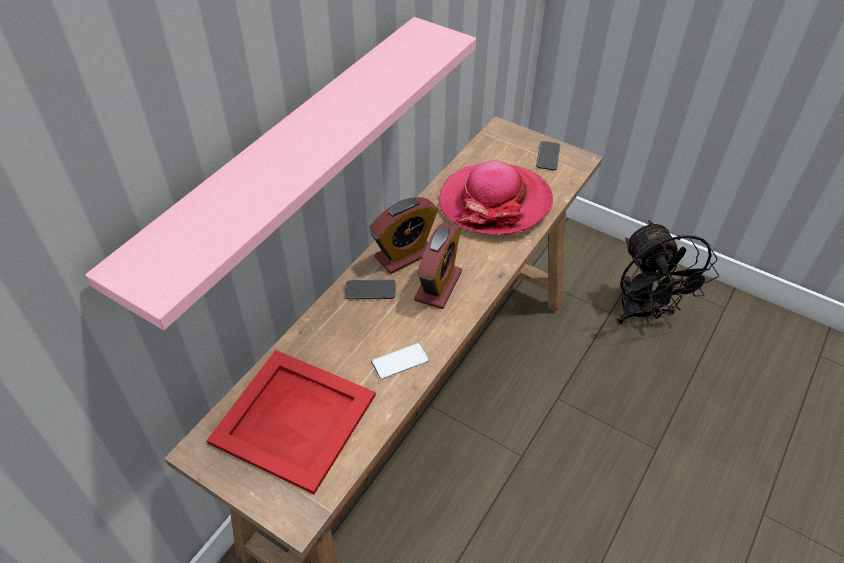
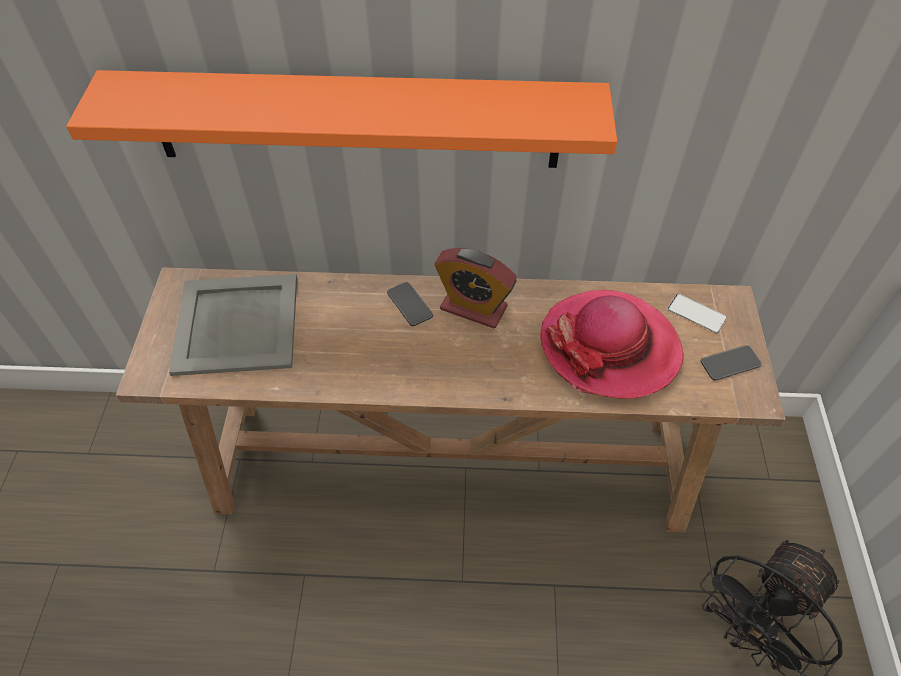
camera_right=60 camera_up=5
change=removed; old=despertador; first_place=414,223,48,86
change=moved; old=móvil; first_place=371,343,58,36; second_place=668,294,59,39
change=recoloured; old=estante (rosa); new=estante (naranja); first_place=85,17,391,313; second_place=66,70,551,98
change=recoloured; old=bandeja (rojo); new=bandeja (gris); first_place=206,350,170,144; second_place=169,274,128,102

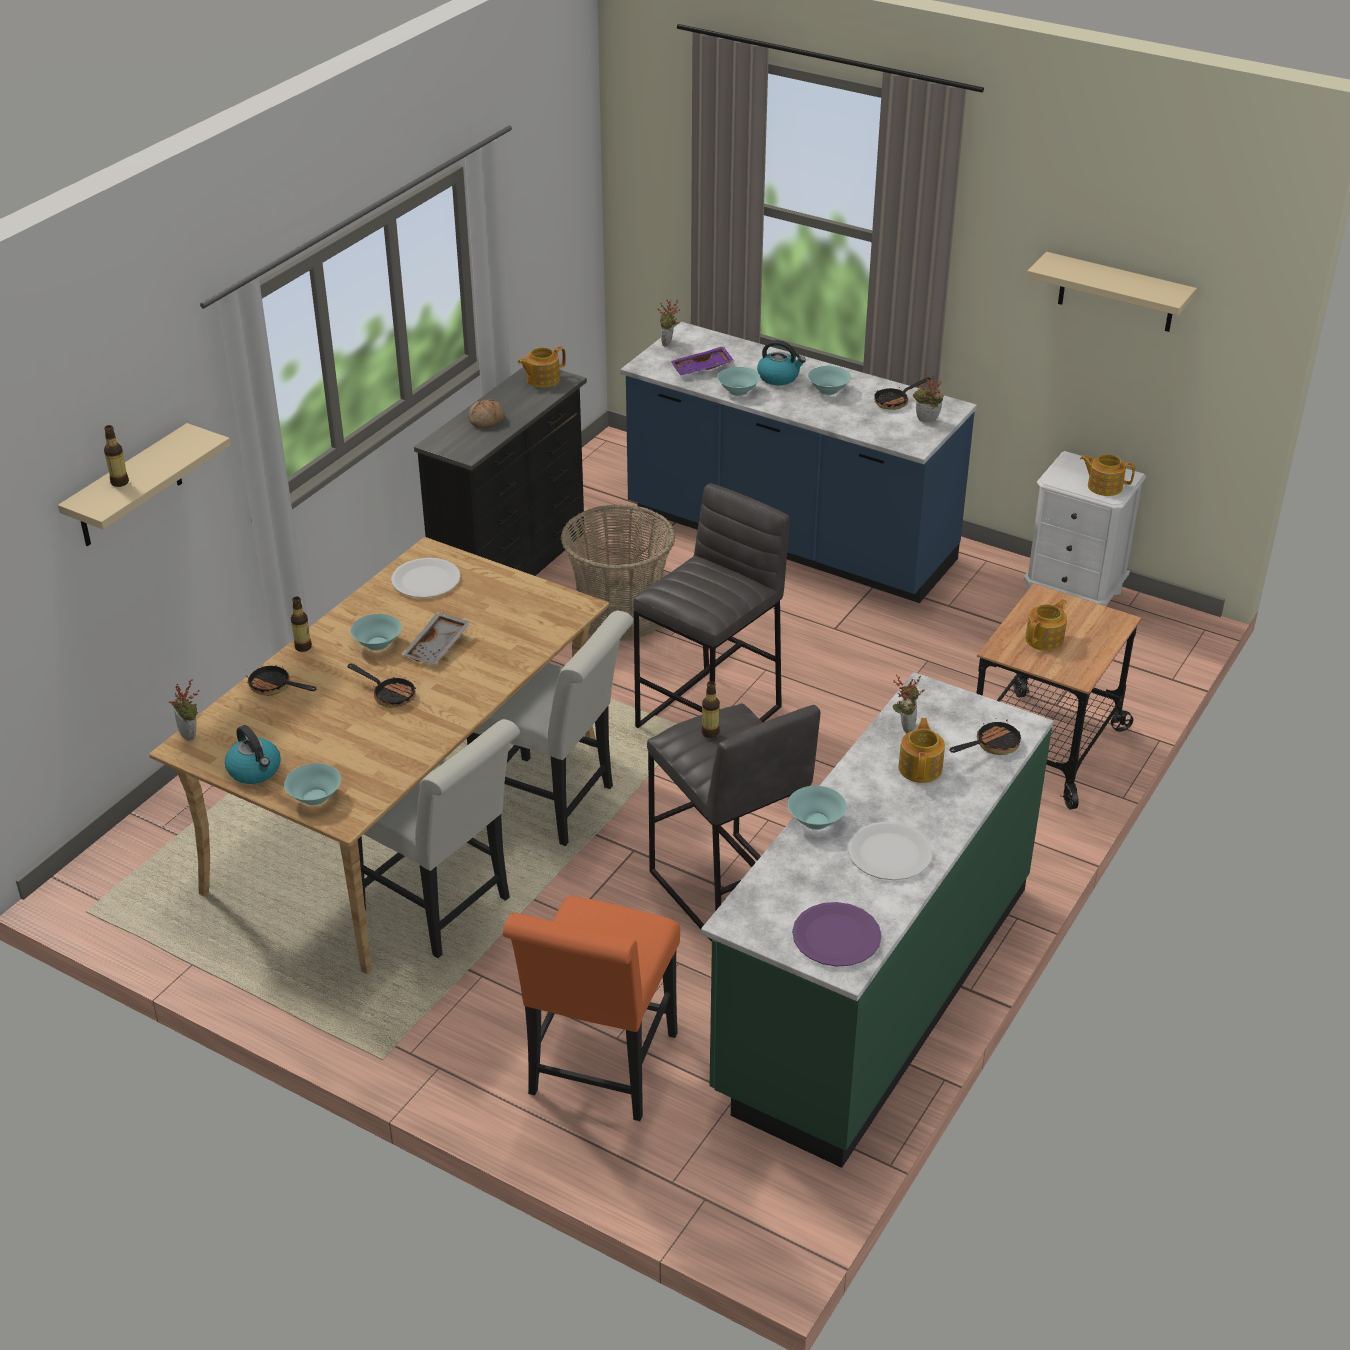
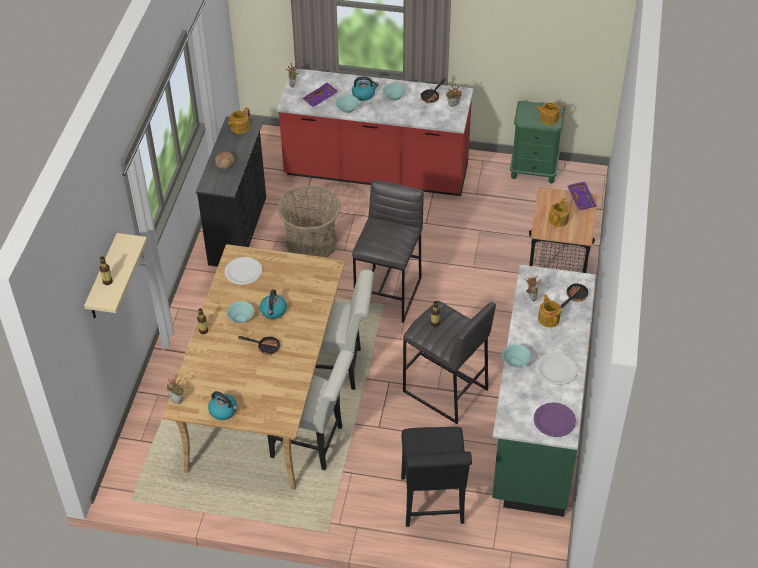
camera_right=-20 camera_up=10
change=removed; old=sartén; first_place=246,665,70,31
change=removed; old=cuenco (turquesa); first_place=284,763,57,43
change=removed; old=estante (beis); first_place=1026,252,171,80
change=added; new=bandeja (morado); second_place=567,182,30,28
change=replaced; old=bandeja (gris); new=hervidor; first_place=402,612,69,53; second_place=260,290,27,29
change=recoloured; old=silla (naranja); new=silla (negro); first_place=503,896,177,225; second_place=401,427,71,100
change=recoloured; old=mueble bajo de cocina (azul); new=mueble bajo de cocina (rojo); first_place=620,322,357,281; second_place=277,68,196,128
change=recoloured; old=mesita de noche (blanco); new=mesita de noche (verde); first_place=1024,451,122,155; second_place=510,101,55,83

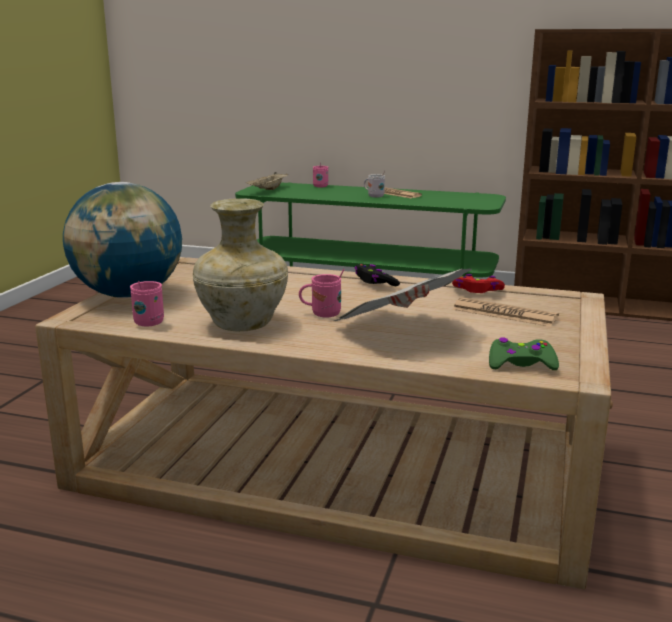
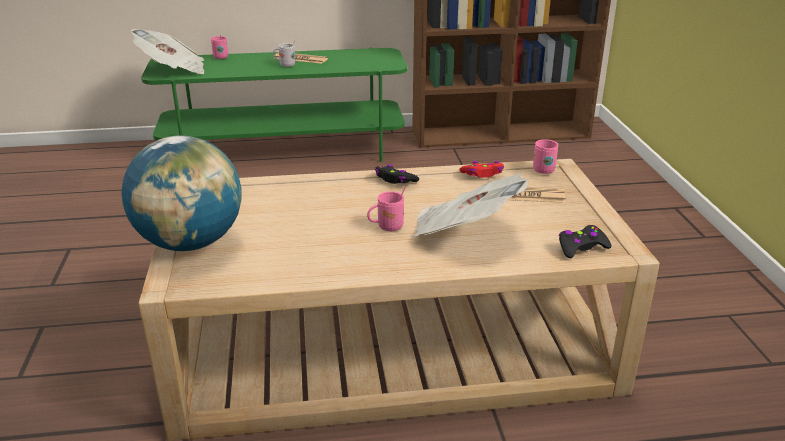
camera_right=-25 camera_up=10
change=removed; old=florero (beis); first_place=193,198,95,134
change=moved; old=taza grande (rosa); first_place=130,281,34,45; second_place=533,139,25,35
change=replaced; old=bandeja (beis); new=periódico; first_place=246,172,42,18; second_place=131,29,74,45
change=recoloured; old=mando de consola (verde); new=mando de consola (negro); first_place=489,337,70,33; second_place=559,225,53,33

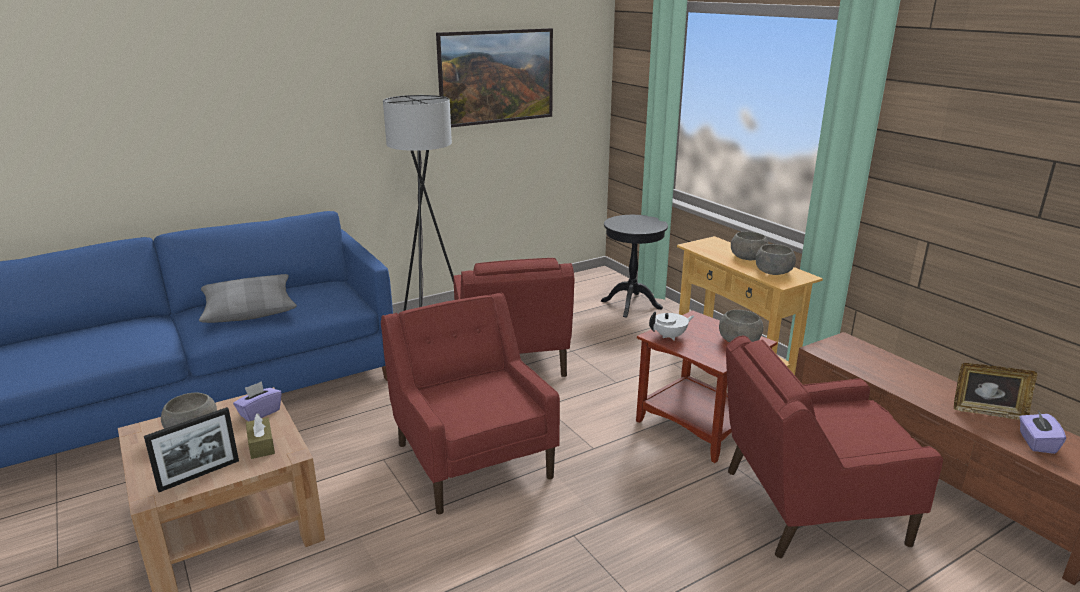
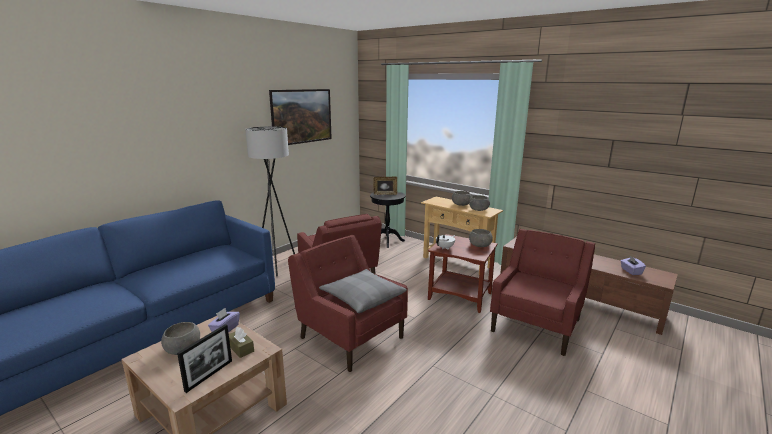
camera_right=-20 camera_up=-5
change=moved; old=cojín (gris); first_place=199,274,98,49; second_place=319,269,88,44
change=moved; old=portarretratos; first_place=954,363,83,57; second_place=373,177,24,18
change=turned; old=sillón (rojo); first_place=726,336,217,222; second_place=490,228,105,128; degrees=150

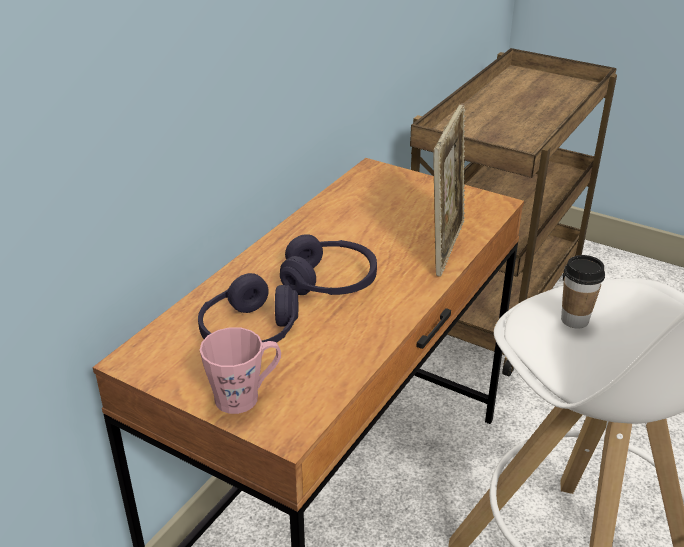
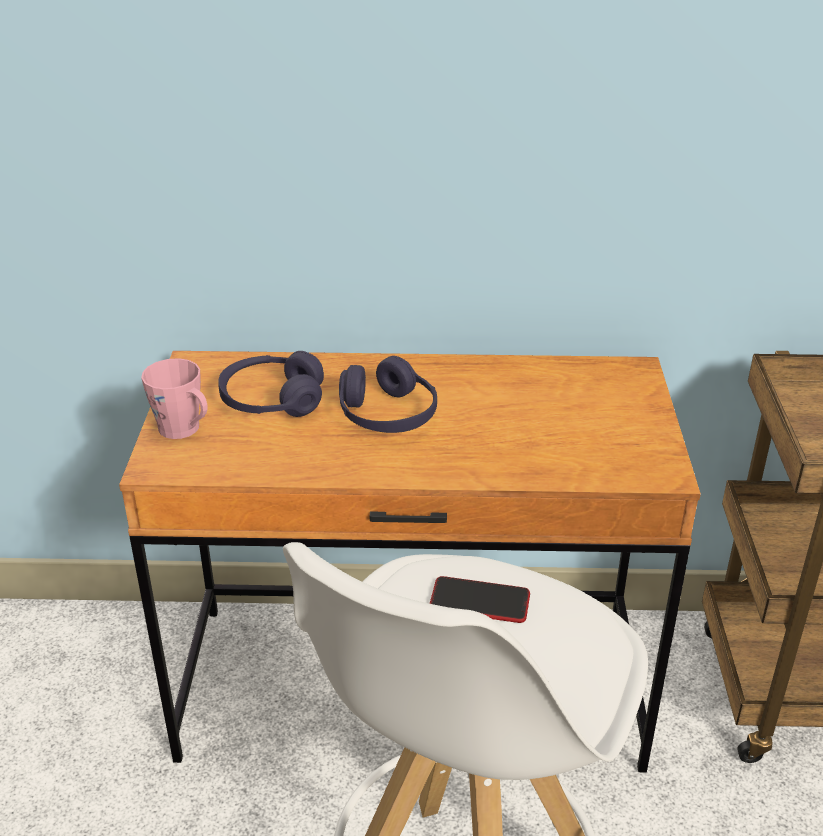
camera_right=60 camera_up=0
change=removed; old=portarretratos; first_place=432,103,33,174
change=replaced; old=taza; new=móvil; first_place=561,255,44,74; second_place=430,576,100,47

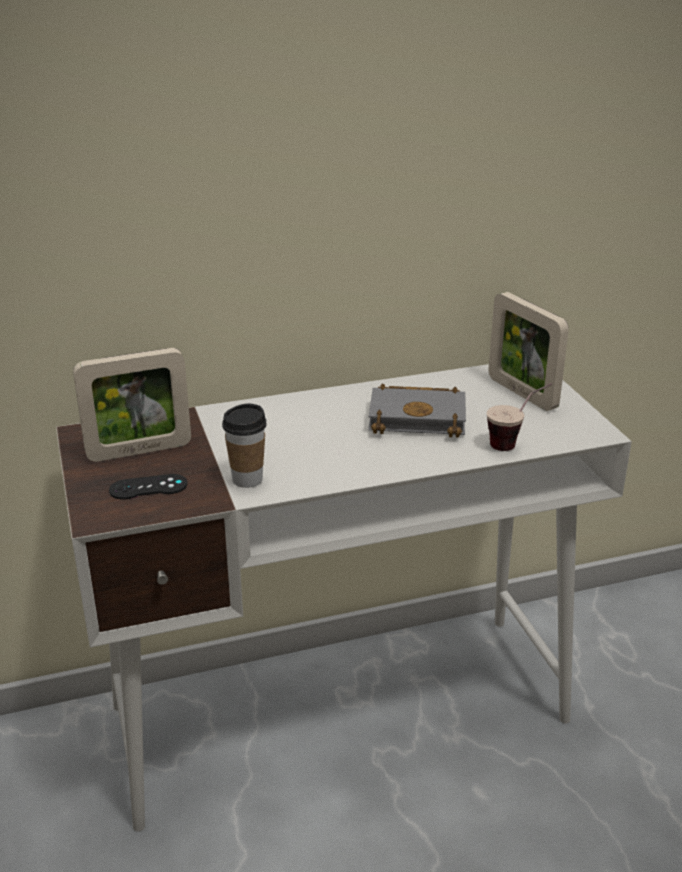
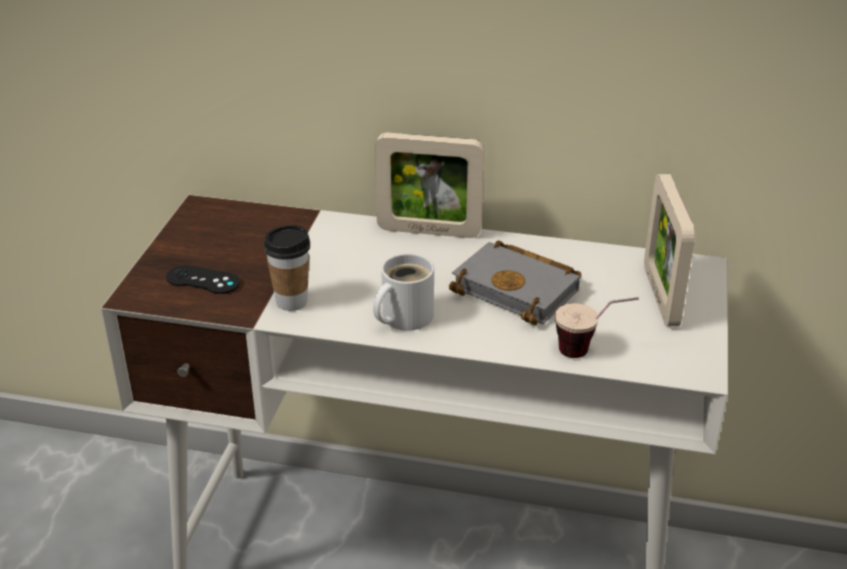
camera_right=30 camera_up=5
change=added; new=taza grande (blanco); second_place=373,254,61,77
change=moved; old=portarretratos; first_place=73,348,118,114; second_place=375,133,109,105

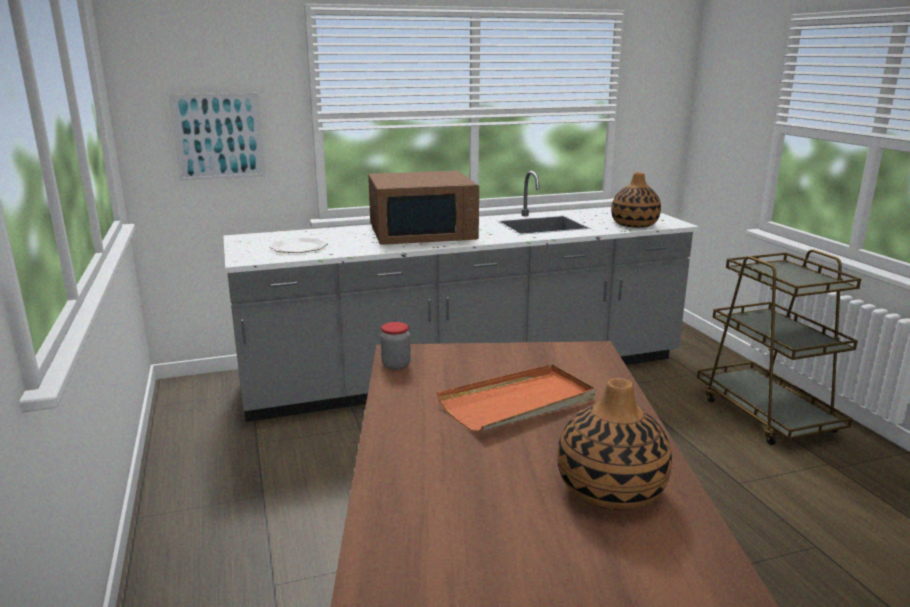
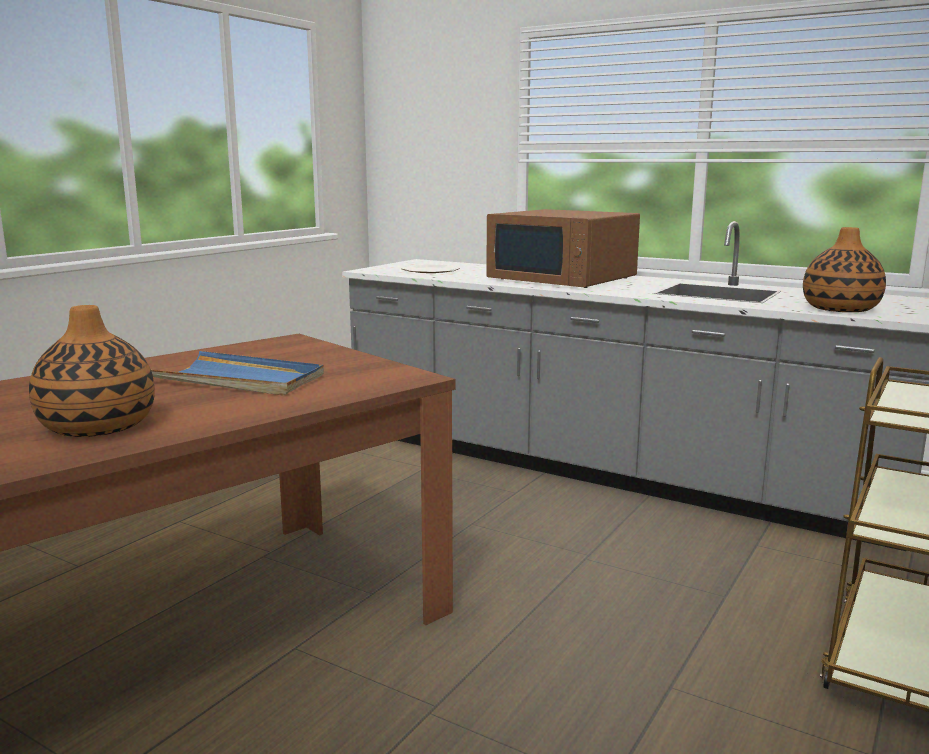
camera_right=50 camera_up=-5
change=removed; old=cuadro; first_place=168,93,98,88
change=removed; old=tarro; first_place=381,322,30,48
change=recoloured; old=bandeja (naranja); new=bandeja (azul); first_place=437,364,159,68; second_place=151,351,173,44

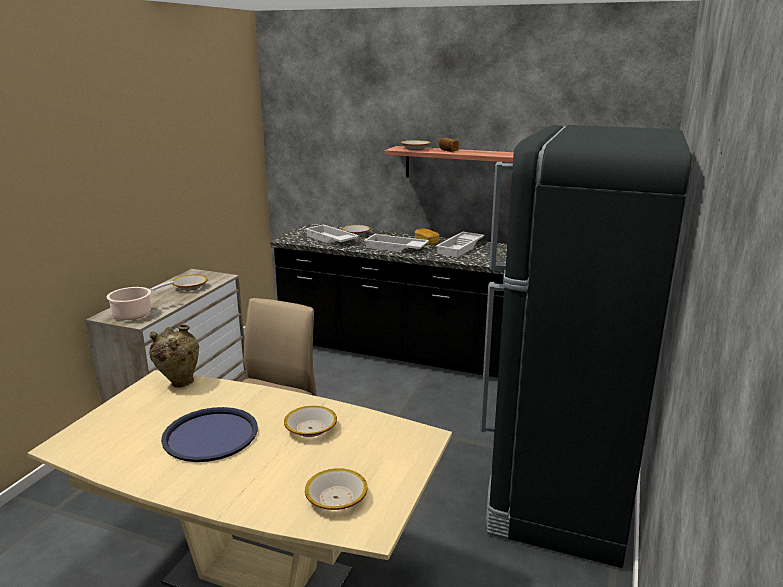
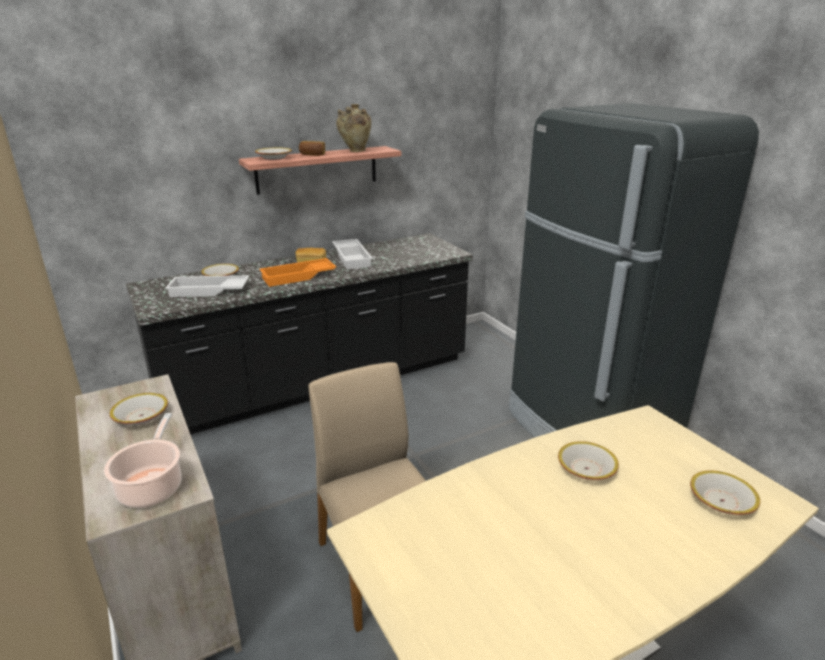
camera_right=-50 camera_up=5
change=removed; old=bandeja (azul); first_place=161,407,97,55
change=moved; old=florero (beis); first_place=149,325,50,63; second_place=336,104,35,48
change=recoloured; old=bandeja (blanco); new=bandeja (naranja); first_place=364,234,65,18; second_place=259,258,77,29

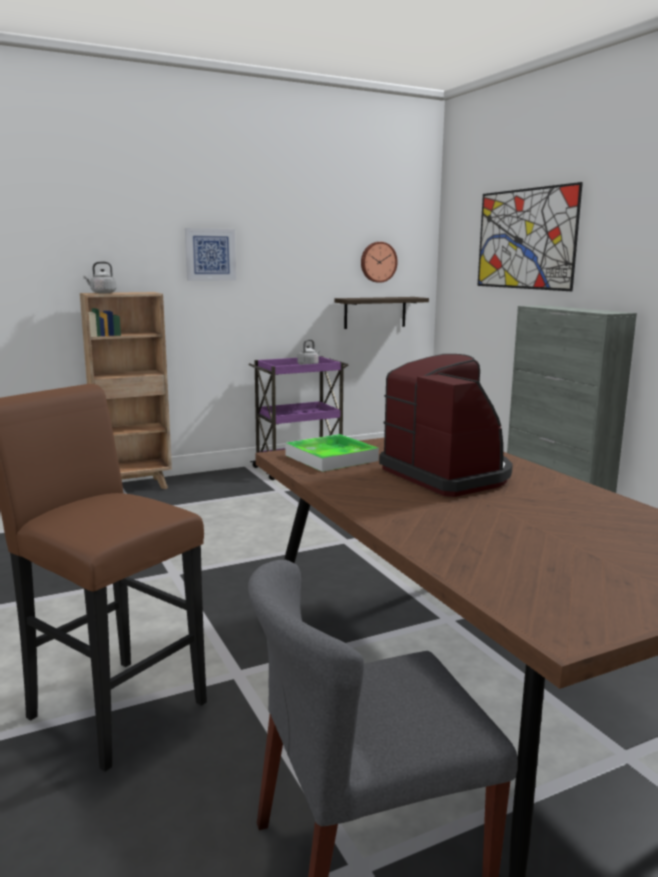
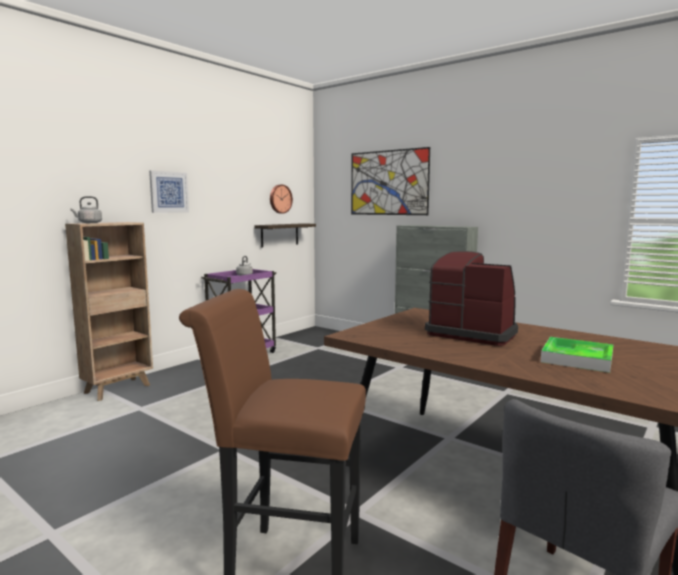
camera_right=-25 camera_up=-5
change=moved; old=bandeja; first_place=285,434,94,38; second_place=541,337,72,36

